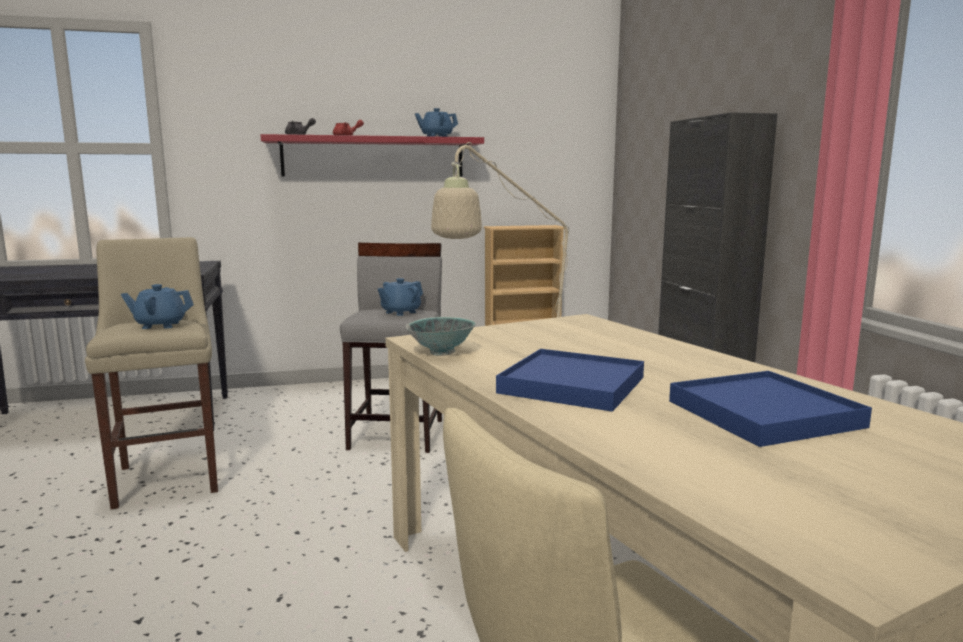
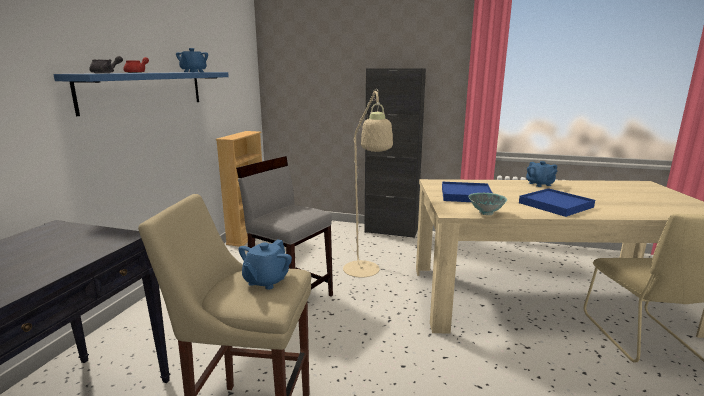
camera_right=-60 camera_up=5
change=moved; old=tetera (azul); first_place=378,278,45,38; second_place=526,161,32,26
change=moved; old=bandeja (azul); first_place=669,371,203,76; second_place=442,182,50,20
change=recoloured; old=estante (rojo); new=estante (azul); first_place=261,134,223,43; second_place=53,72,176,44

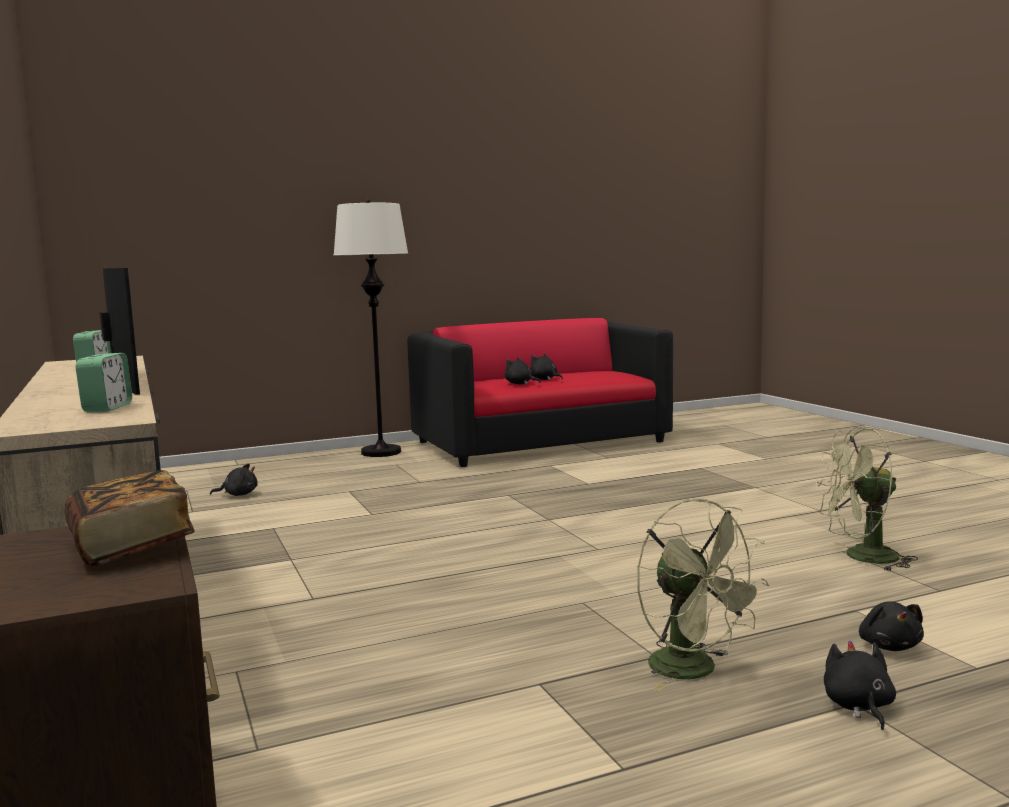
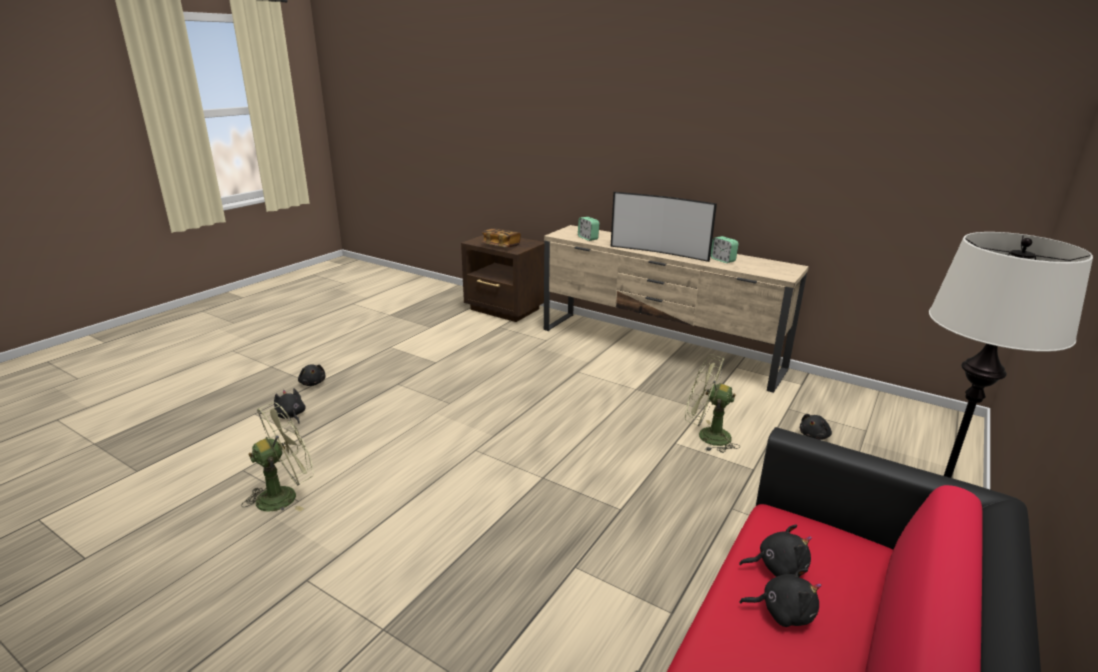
camera_right=145 camera_up=15
change=moved; old=ventilador (verde); first_place=637,498,132,193; second_place=685,354,55,99

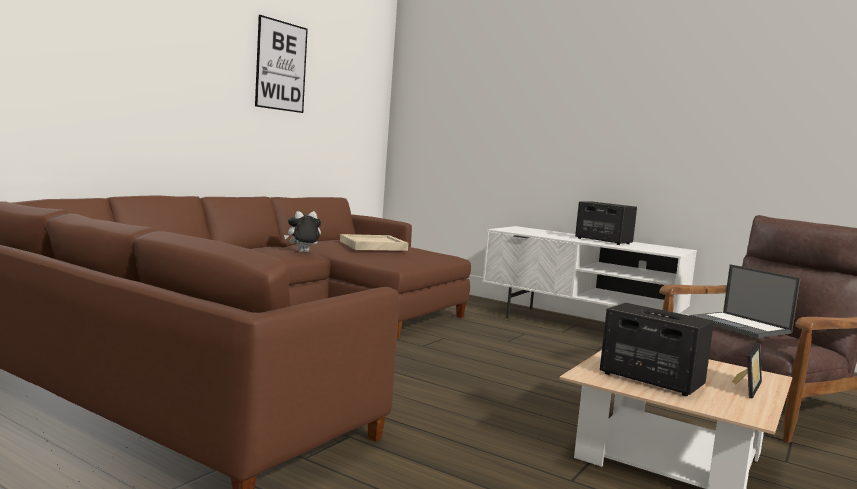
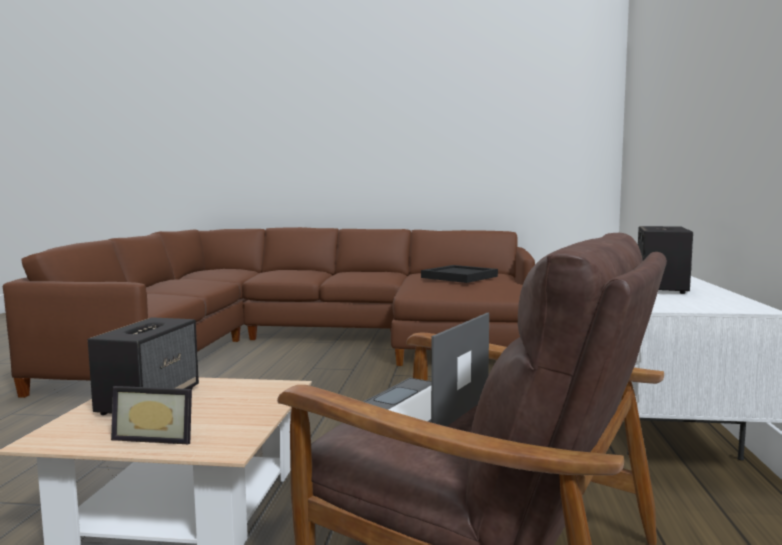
camera_right=65 camera_up=0
change=removed; old=cuadro; first_place=255,15,53,98
change=removed; old=peluche; first_place=284,211,37,41
change=recoloured; old=bandeja (beis); new=bandeja (negro); first_place=340,234,68,17; second_place=421,265,77,18

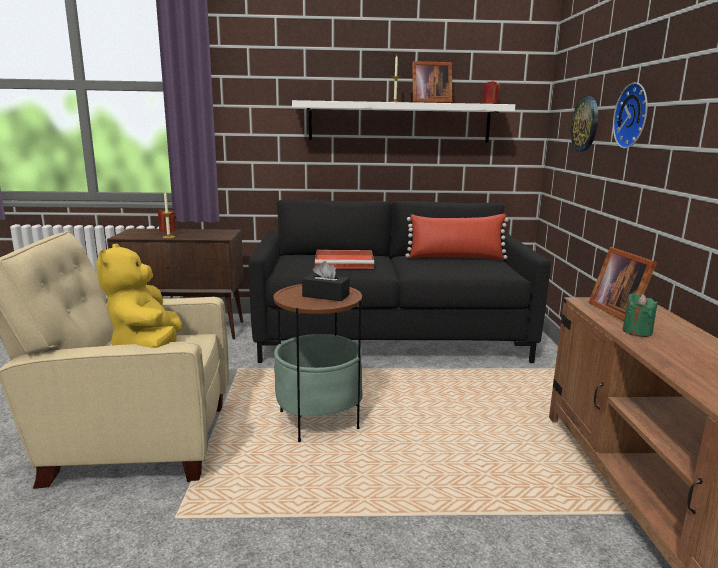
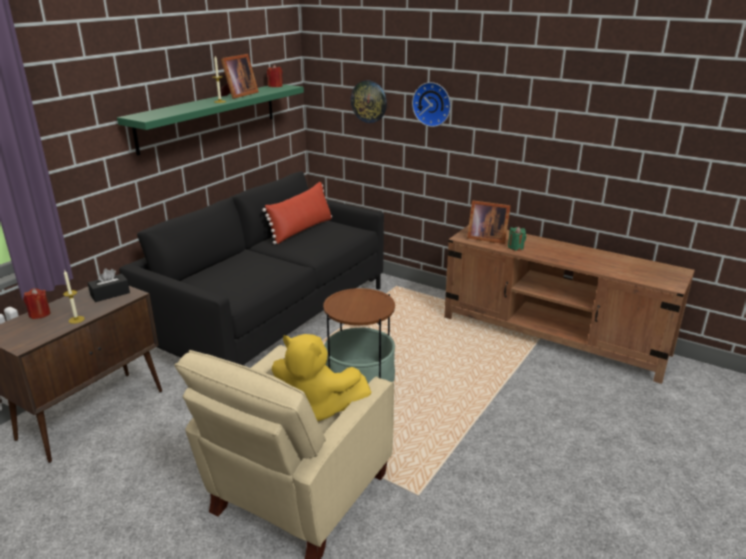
camera_right=-55 camera_up=10
change=removed; old=bandeja (rojo); first_place=315,250,59,19
change=moved; old=caja de pañuelos (negro); first_place=302,261,48,40; second_place=88,268,42,34
change=recoloured; old=estante (blanco); new=estante (verde); first_place=292,100,223,43; second_place=117,84,187,71

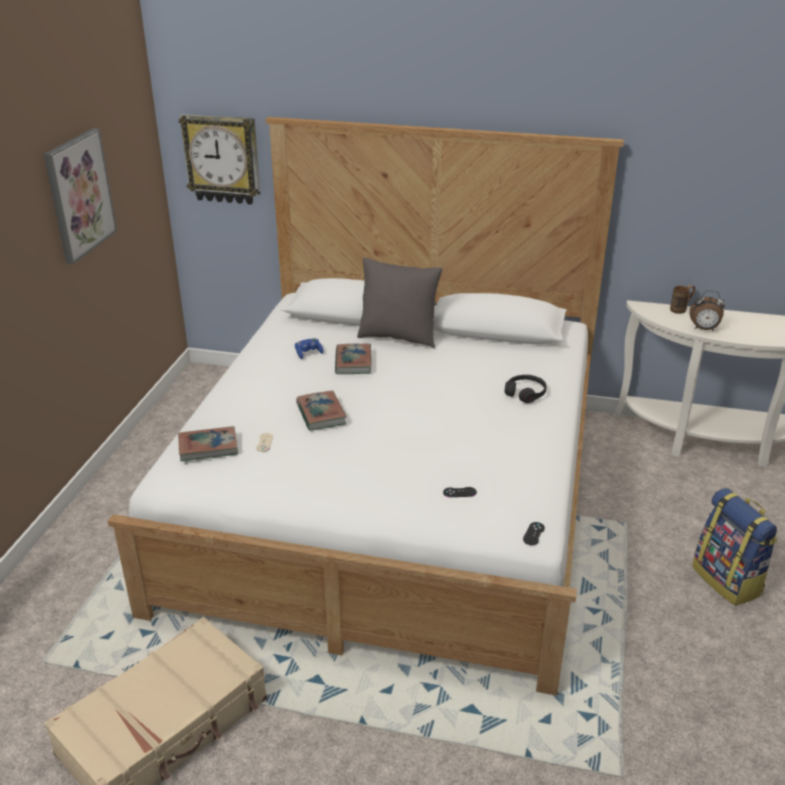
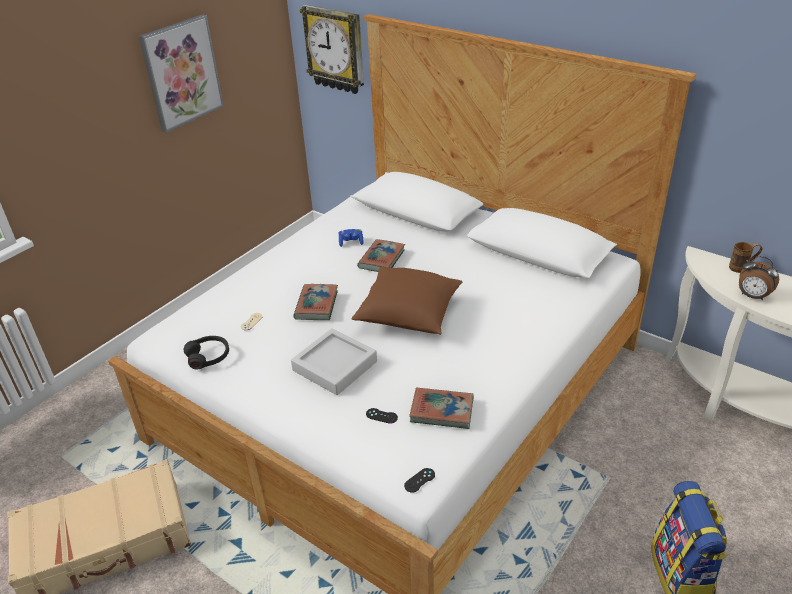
camera_right=25 camera_up=5
change=removed; old=cojín (gris); first_place=357,257,86,91
change=added; new=bandeja (gris); second_place=291,328,86,67
change=added; new=cojín (marrón); second_place=351,267,111,68
change=moved; old=libro; first_place=178,426,60,35; second_place=409,387,65,42
change=moved; old=auriculares (negro); first_place=505,375,42,28; second_place=184,336,45,34

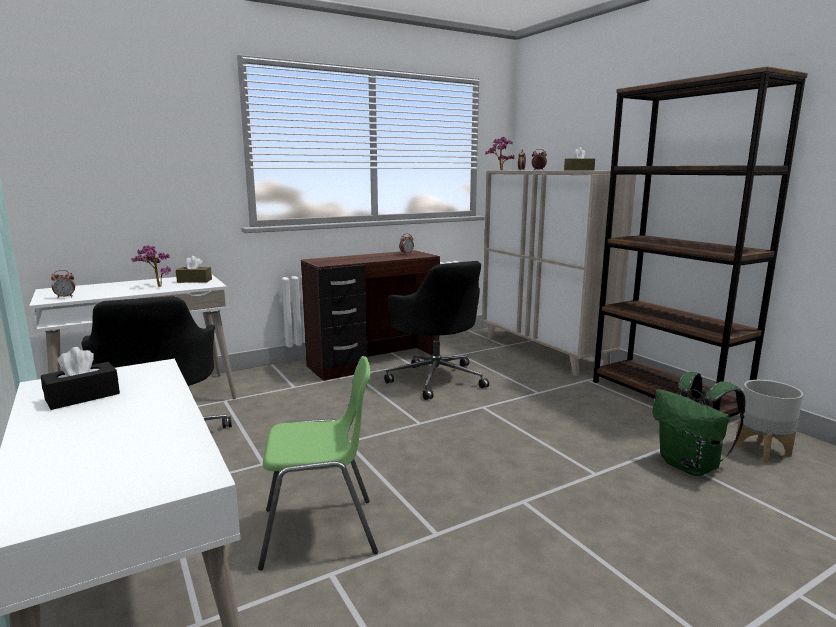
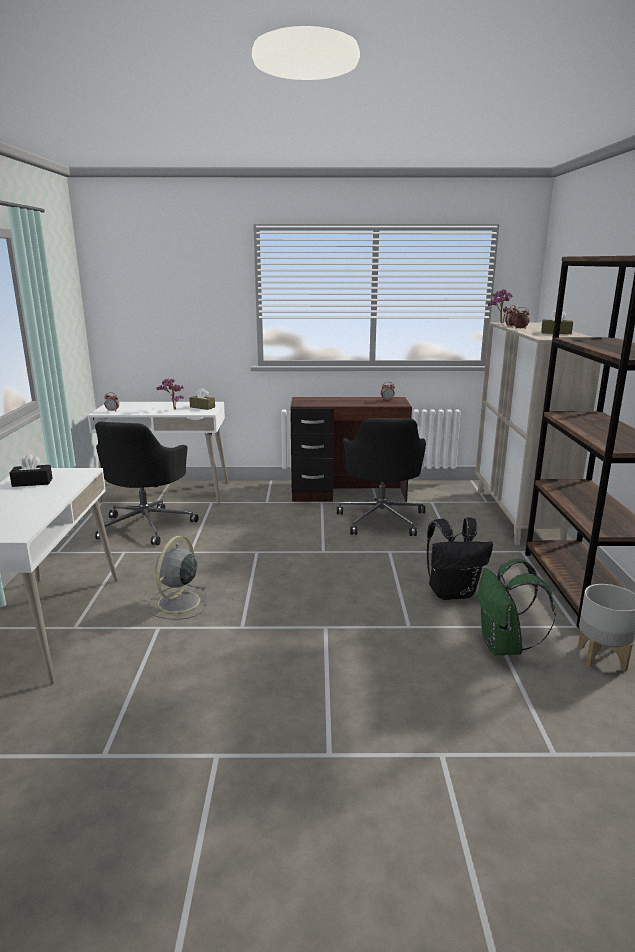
camera_right=30 camera_up=5
change=added; new=mochila (negro); second_place=427,517,66,83
change=replaced; old=silla (verde); new=ventilador (gris); first_place=258,356,120,214; second_place=147,536,60,84

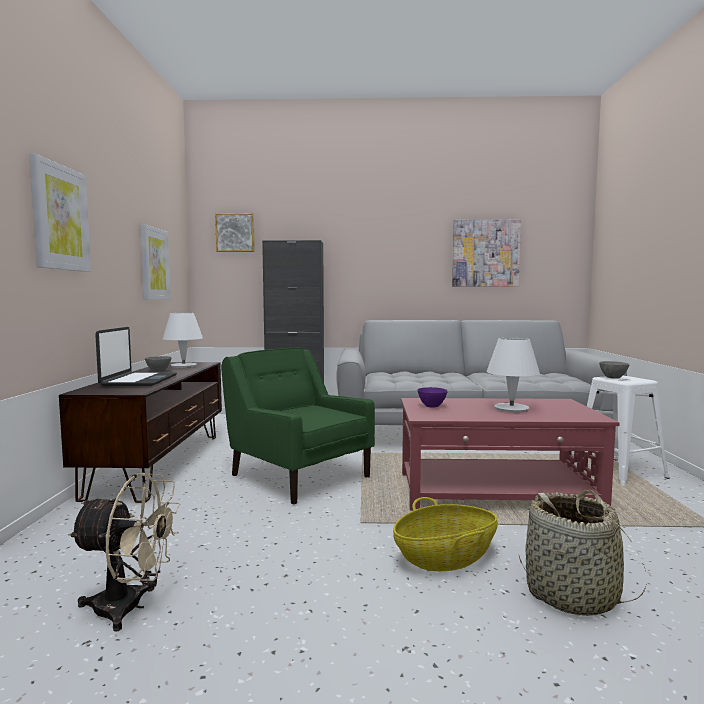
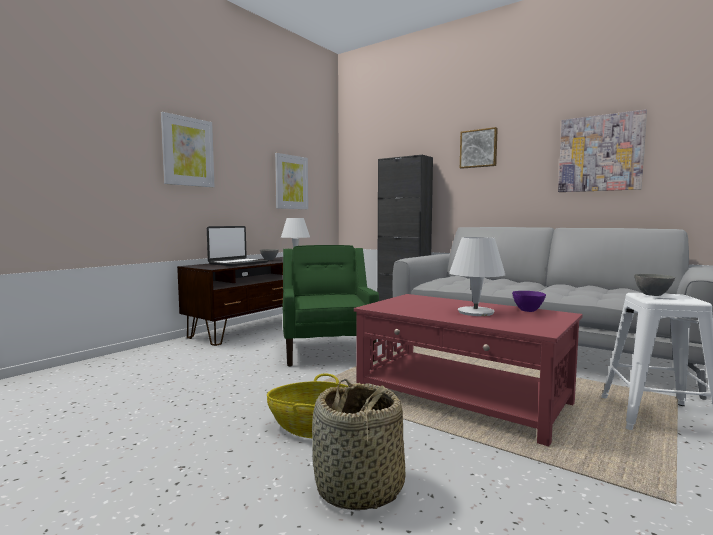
camera_right=35 camera_up=0
change=removed; old=ventilador (beis); first_place=68,473,112,159
change=moved; old=cuadro; first_place=215,213,40,39; second_place=460,127,38,42
change=moved; old=cuenco (morado); first_place=418,387,30,20; second_place=512,291,34,21

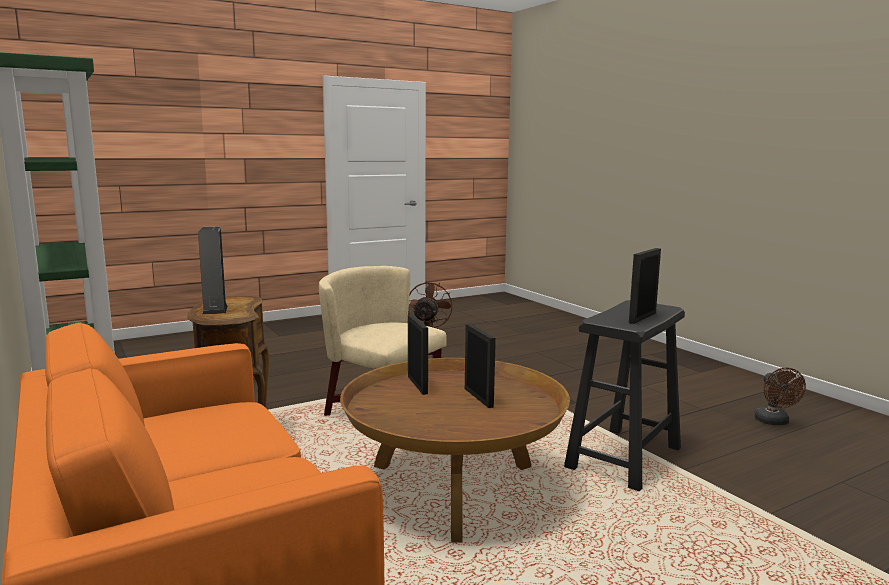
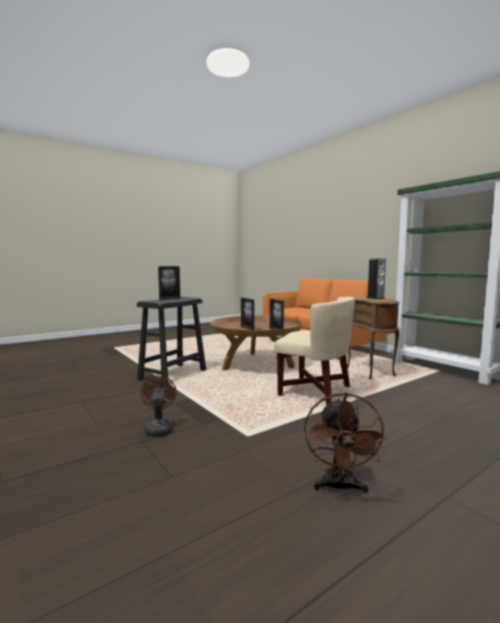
camera_right=175 camera_up=-5
change=moved; old=ventilador (marrón); first_place=754,368,52,57; second_place=141,376,36,61

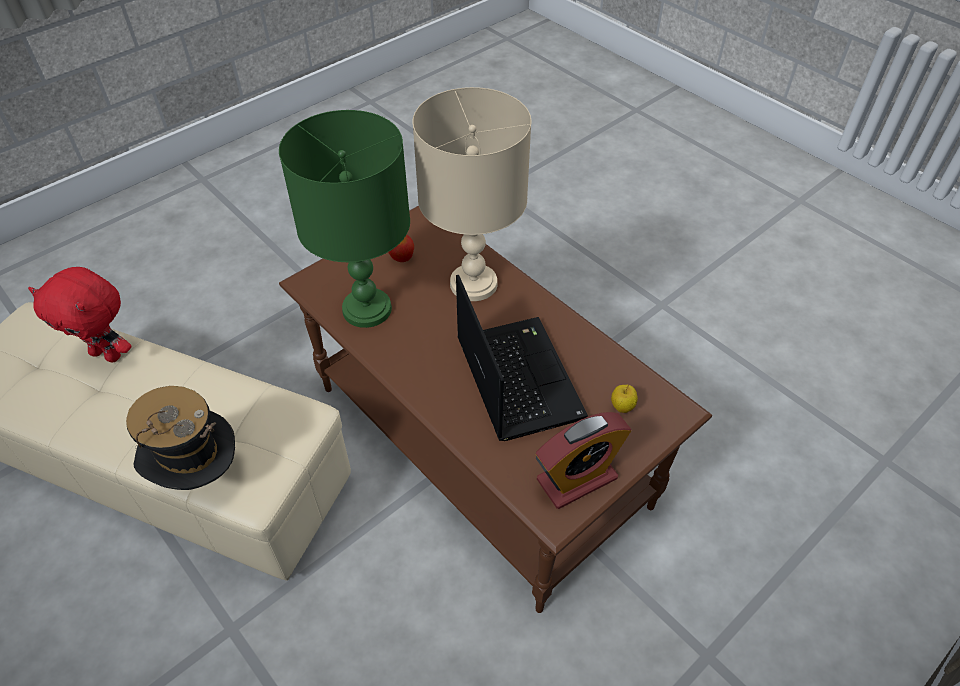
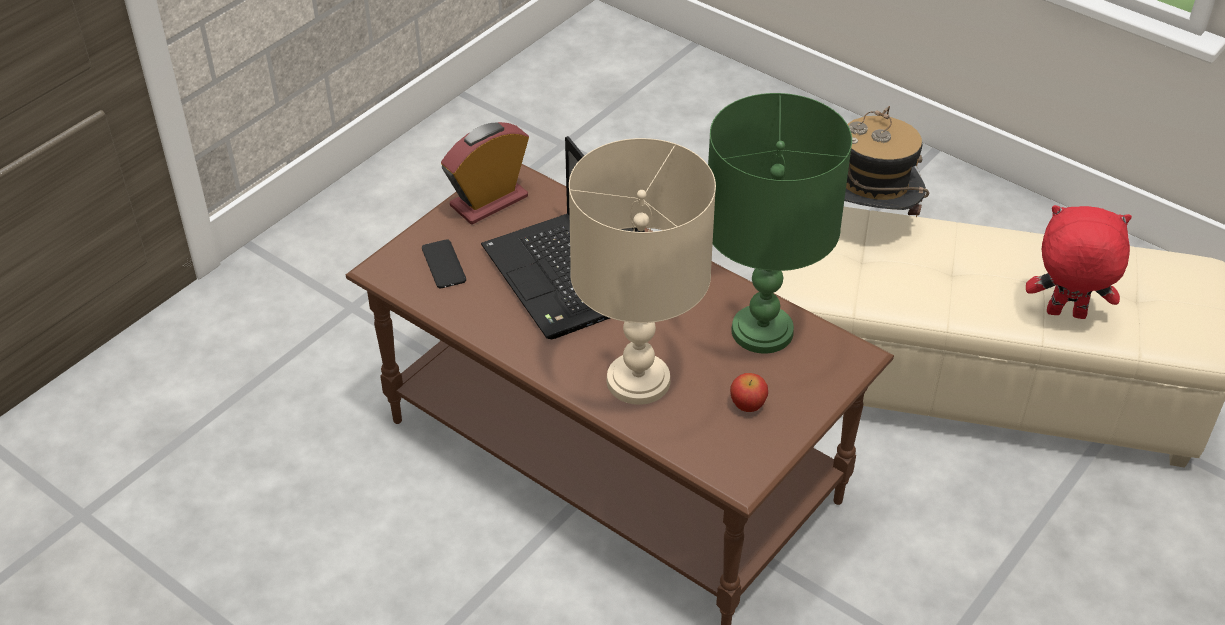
camera_right=170 camera_up=-5
change=replaced; old=manzana; new=móvil; first_place=611,384,27,29; second_place=422,239,44,49

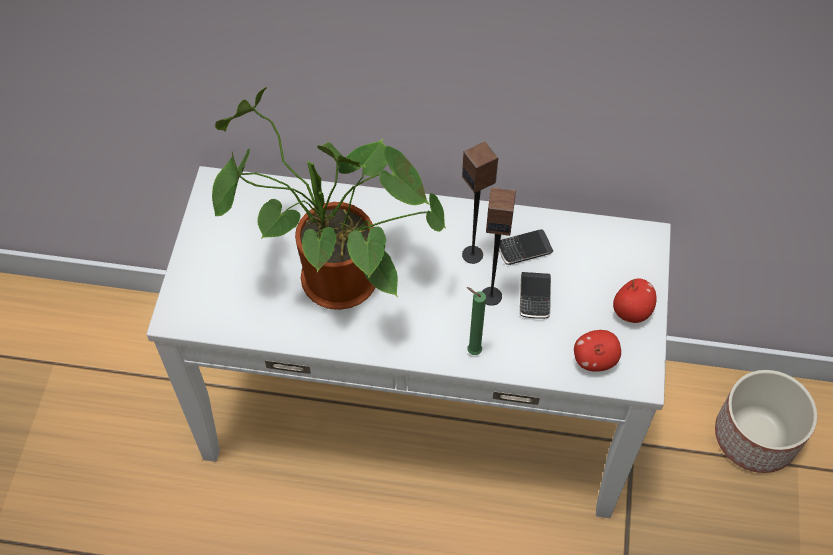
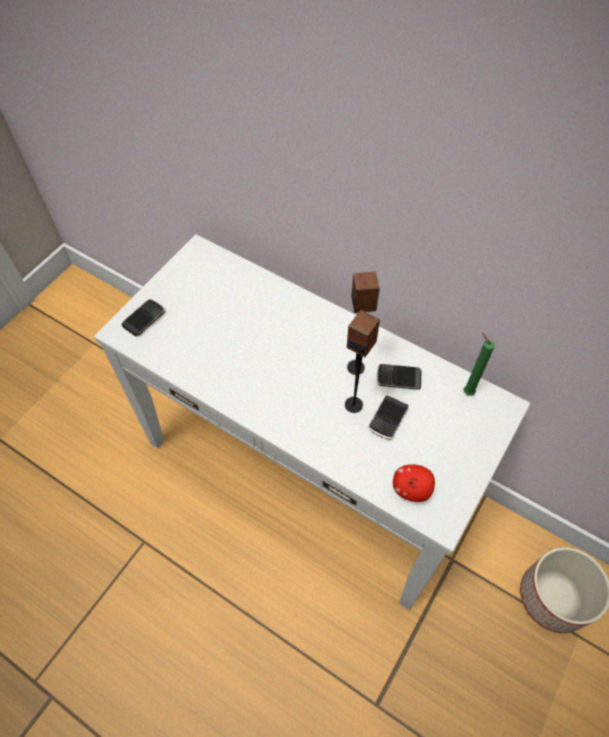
camera_right=25 camera_up=0
change=removed; old=planta en maceta; first_place=212,87,234,223
change=removed; old=manzana; first_place=613,278,44,45
change=added; new=móvil; second_place=122,299,43,37
change=moved; old=vela (verde); first_place=467,287,19,68; second_place=464,332,31,64

